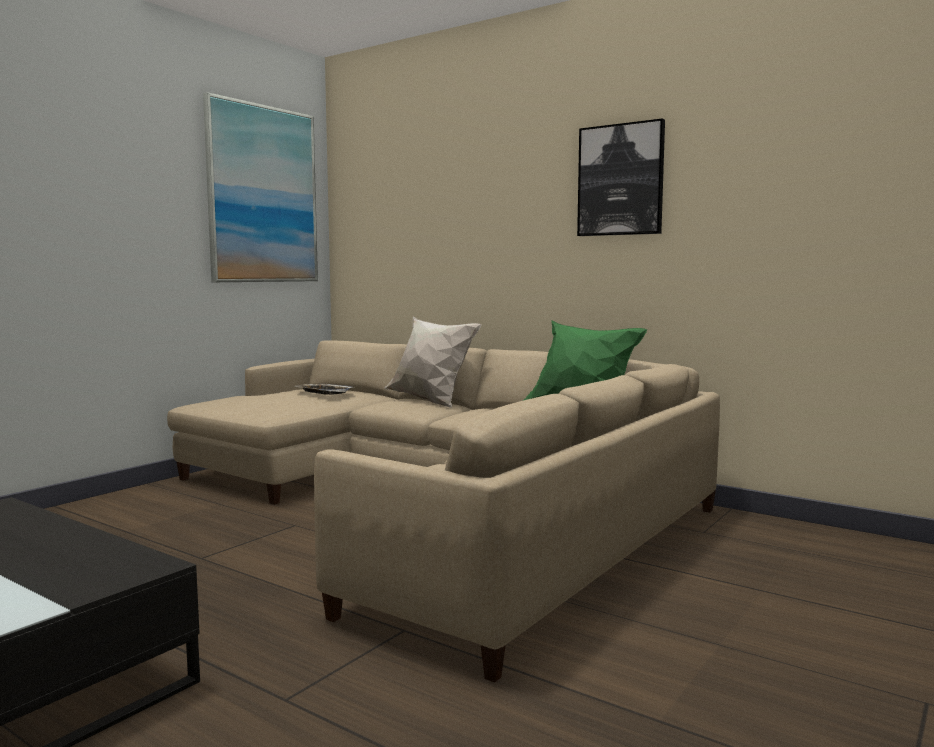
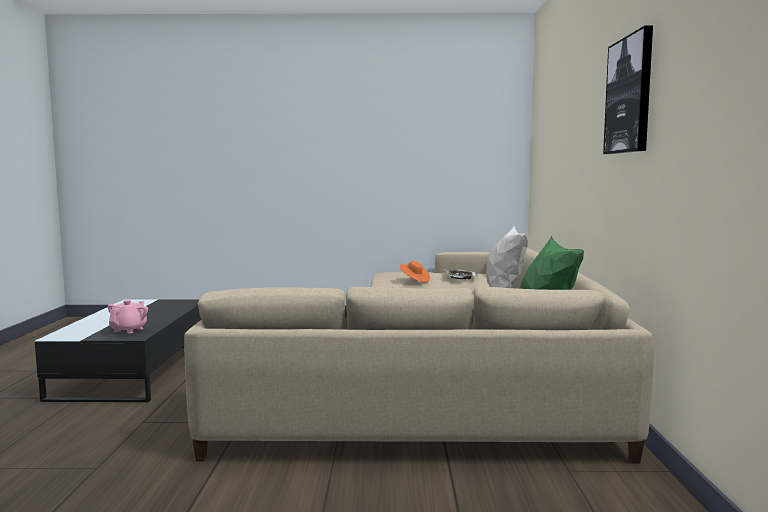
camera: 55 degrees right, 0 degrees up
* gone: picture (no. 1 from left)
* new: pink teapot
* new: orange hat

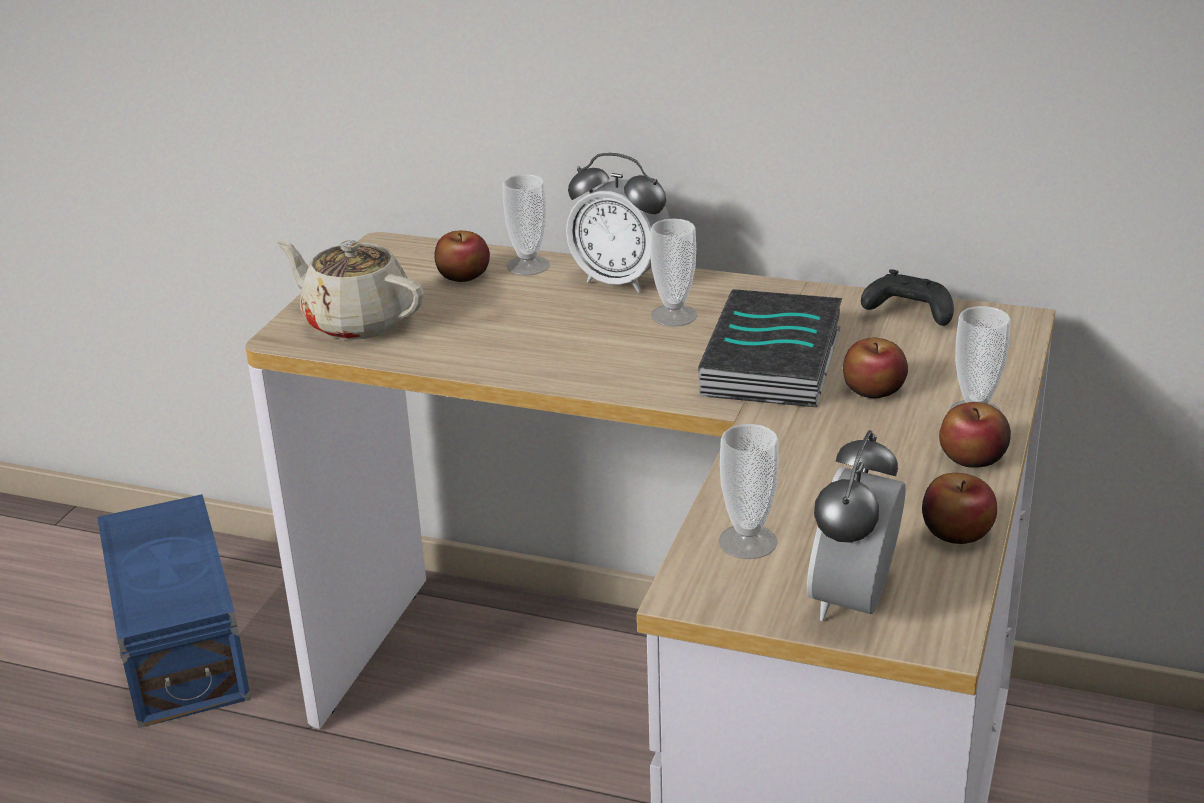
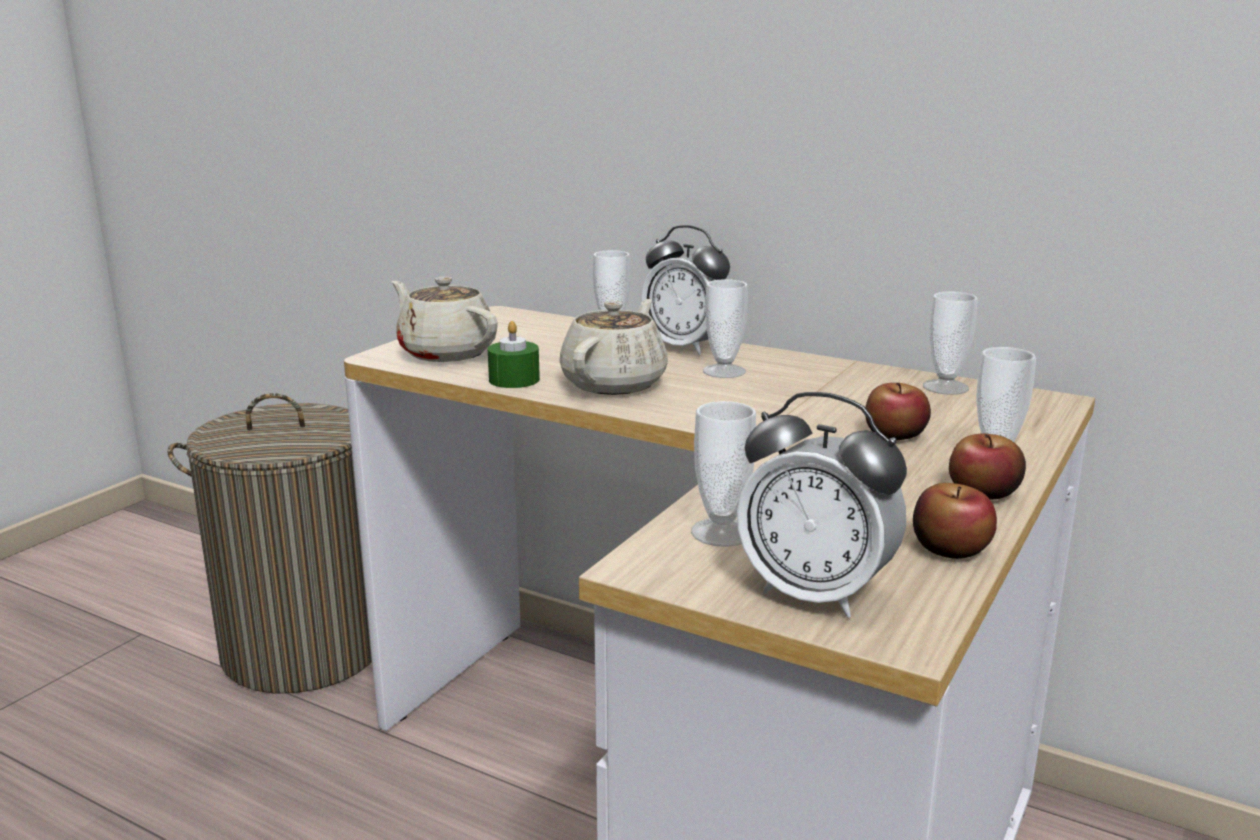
camera: 10 degrees right, 10 degrees down
* swapped: blue storage box to laundry basket
* gone: apple (no. 1 from left)
* gone: book
* rotated: alarm clock (no. 2 from left) 90 degrees counterclockwise
* swapped: black game controller to cup (no. 4 from left)
* new: green candle
* new: beige teapot (no. 2 from left)

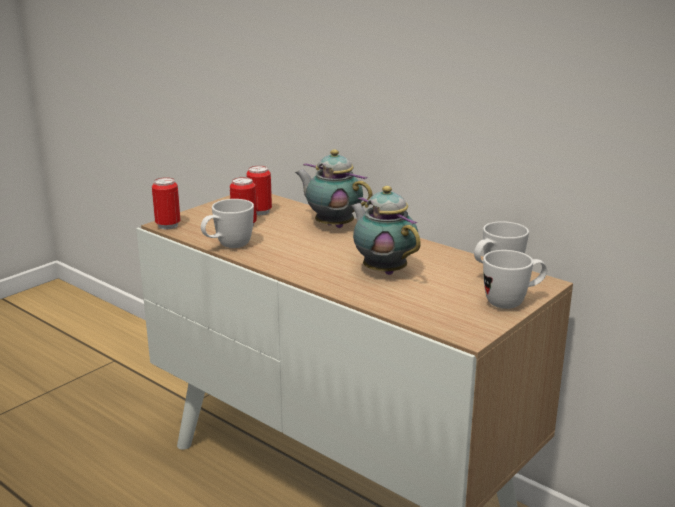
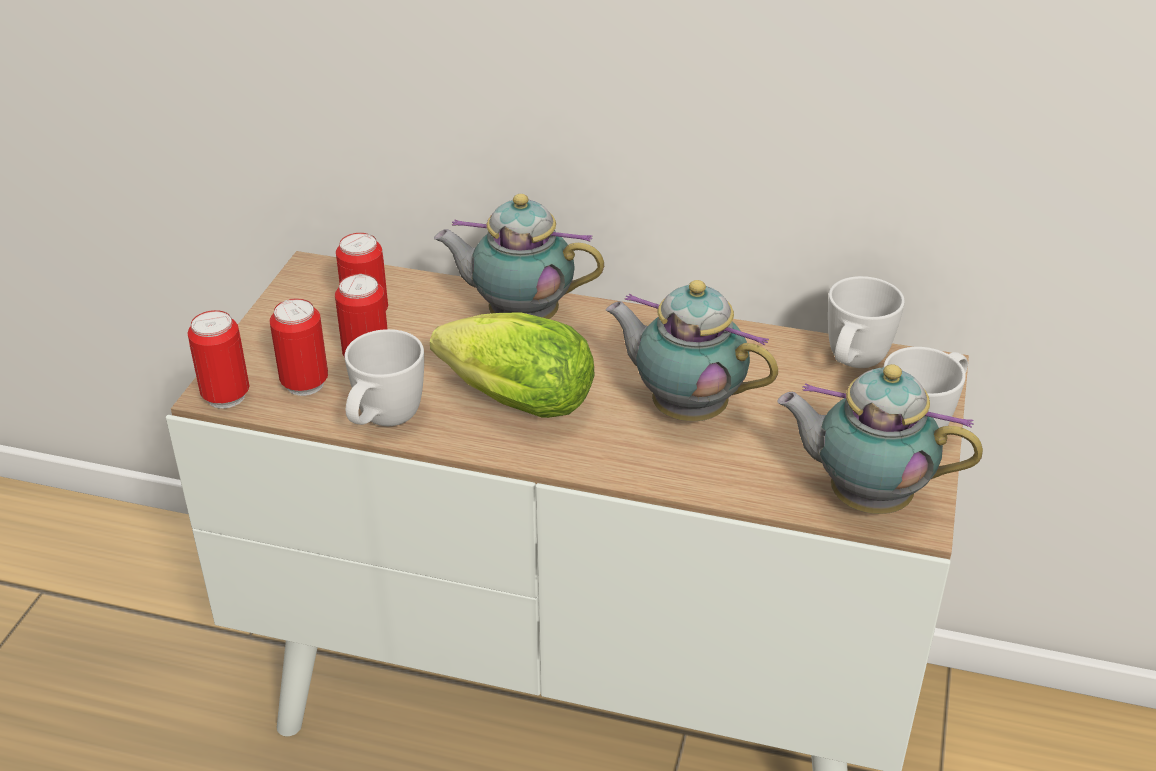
camera: 25 degrees left, 15 degrees up
* new: can (no. 2 from left)
* new: lettuce
* new: teapot (no. 3 from left)

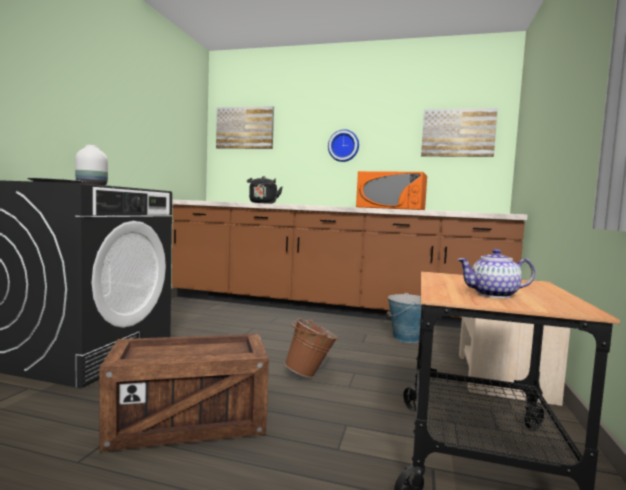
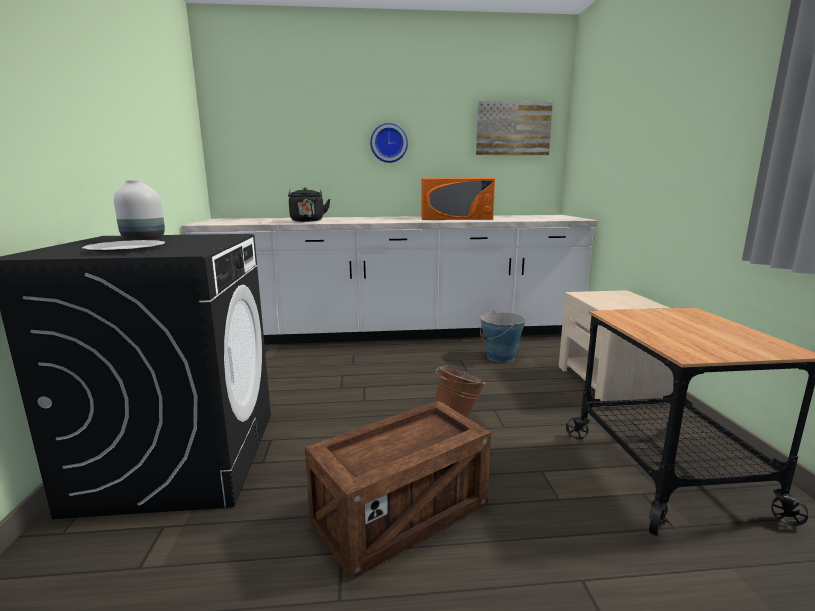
camera: 20 degrees left, 10 degrees up
* repainted: brown counter to white counter
* gone: picture (no. 1 from left)
* gone: teapot

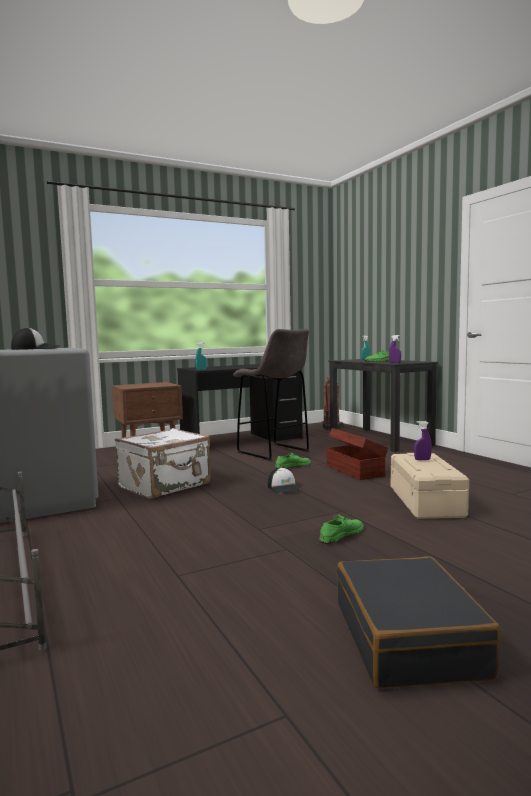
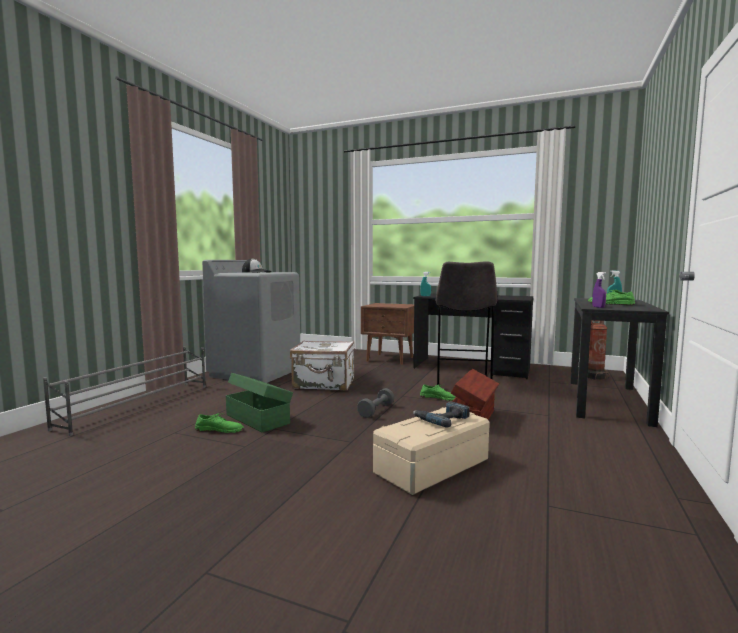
camera: 50 degrees right, 0 degrees up
* swapped: cap (no. 2 from left) to grey dumbbell
* shifted: green shoe (no. 2 from left in the first image) to green shoe (no. 1 from left)
* gone: black suitcase
* swapped: purple spray bottle (no. 2 from left) to power drill
* new: green storage box

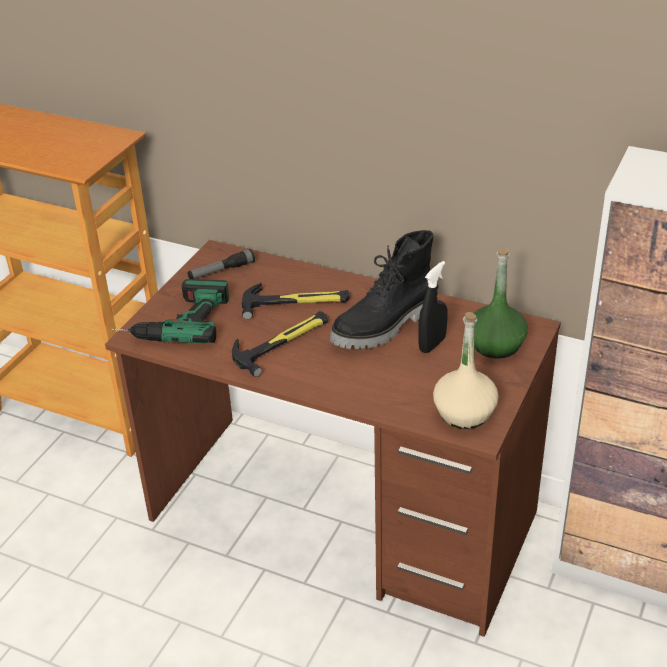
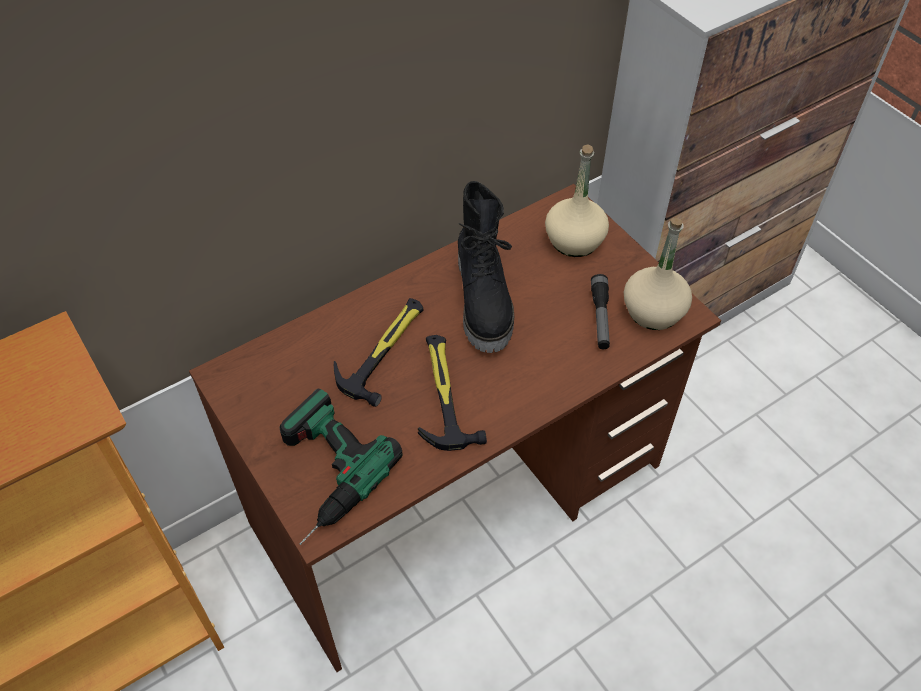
camera: 60 degrees left, 15 degrees up
* shifted: flashlight
* gone: black spray bottle
* repainted: green bottle to beige bottle (no. 1 from left)

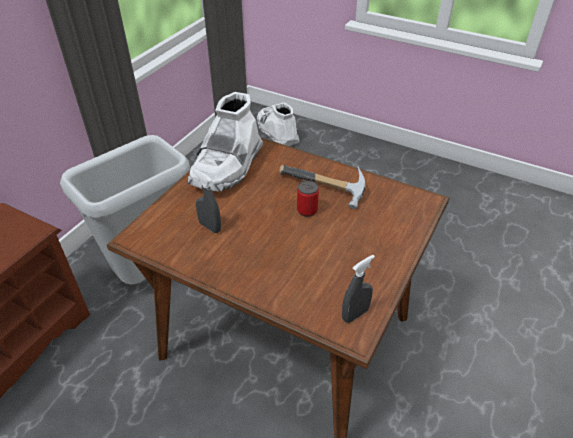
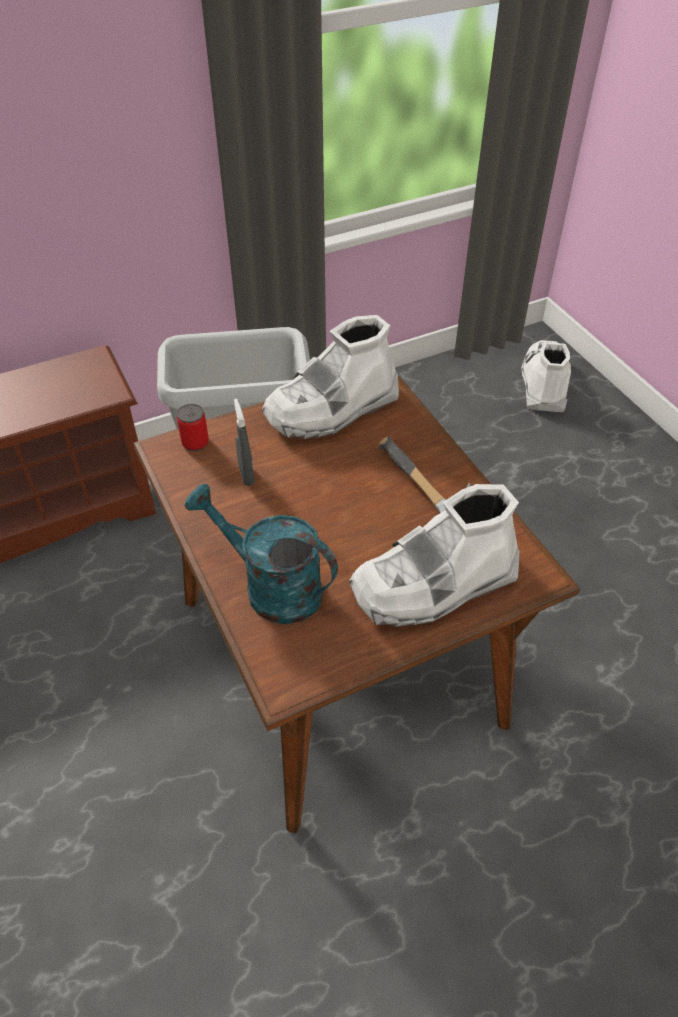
camera: 35 degrees right, 5 degrees up
* shifted: can
* gone: grey spray bottle (no. 2 from left)
* new: turquoise watering can
* new: white boot (no. 2 from left)

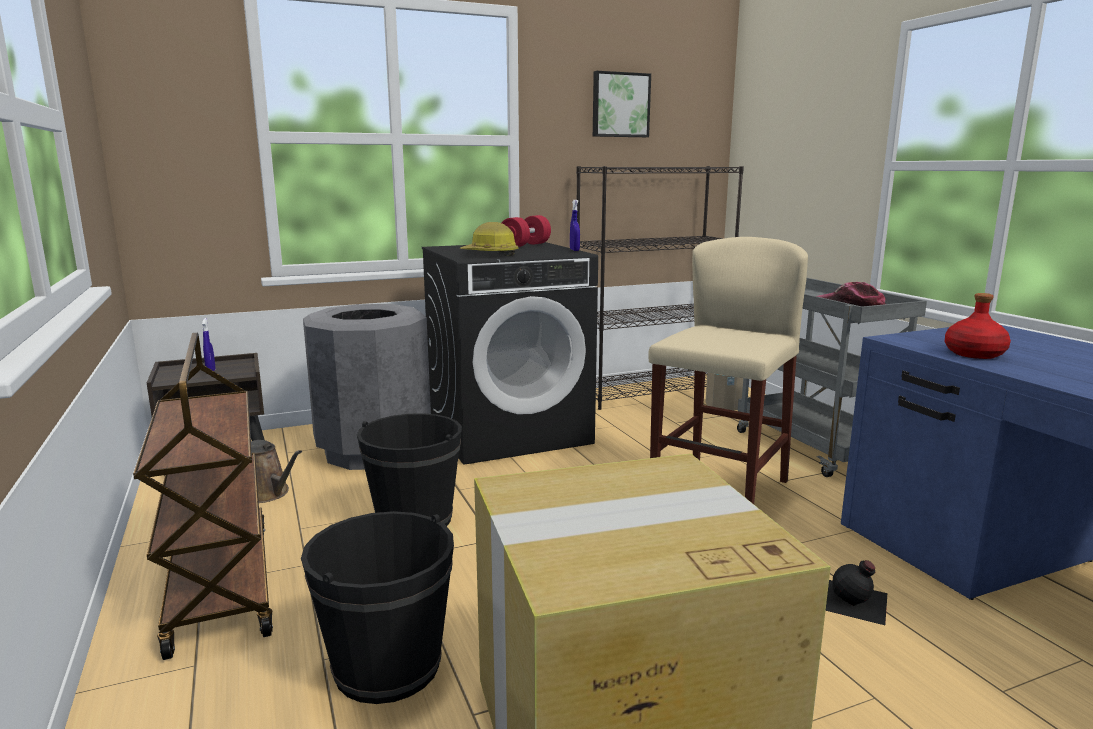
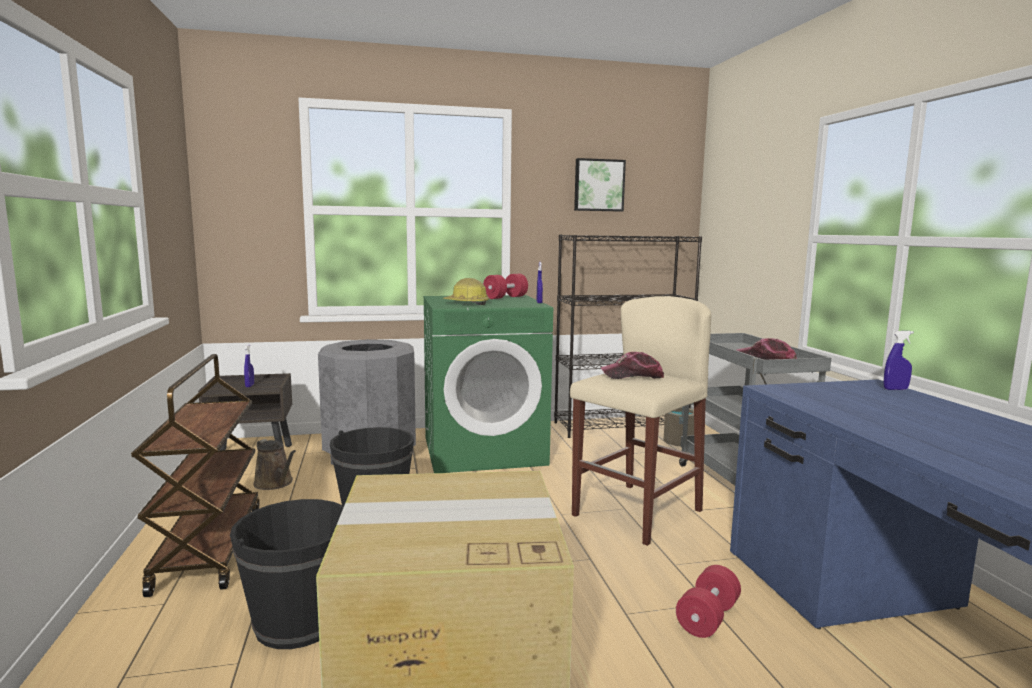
camera: 10 degrees right, 5 degrees down
* repainted: black washing machine to green washing machine
* swapped: black bottle to red dumbbell (no. 2 from left)
* gone: red bottle
* new: cap (no. 1 from left)
* new: blue spray bottle (no. 3 from left)

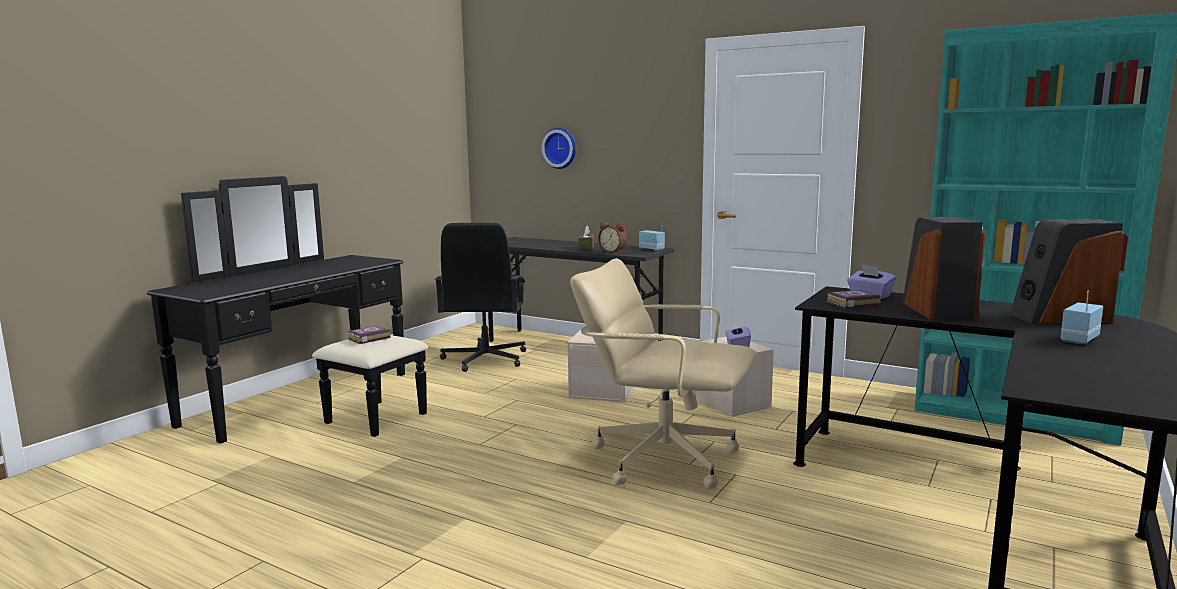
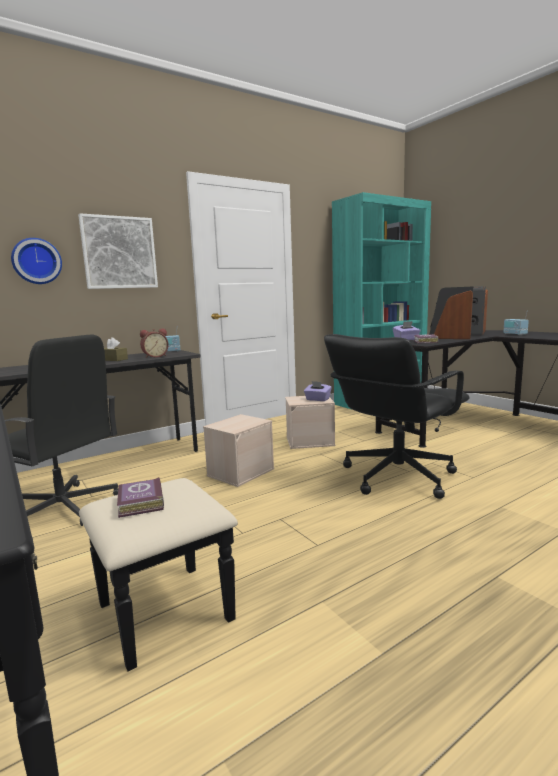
camera: 65 degrees left, 0 degrees up
* repainted: beige office chair to black office chair (no. 2 from left)
* new: picture

